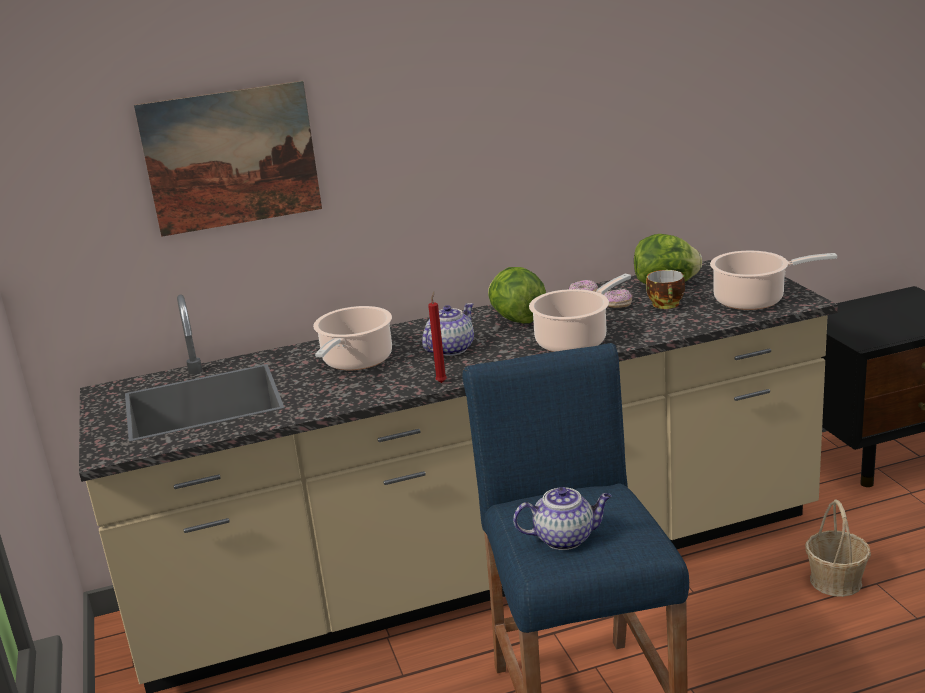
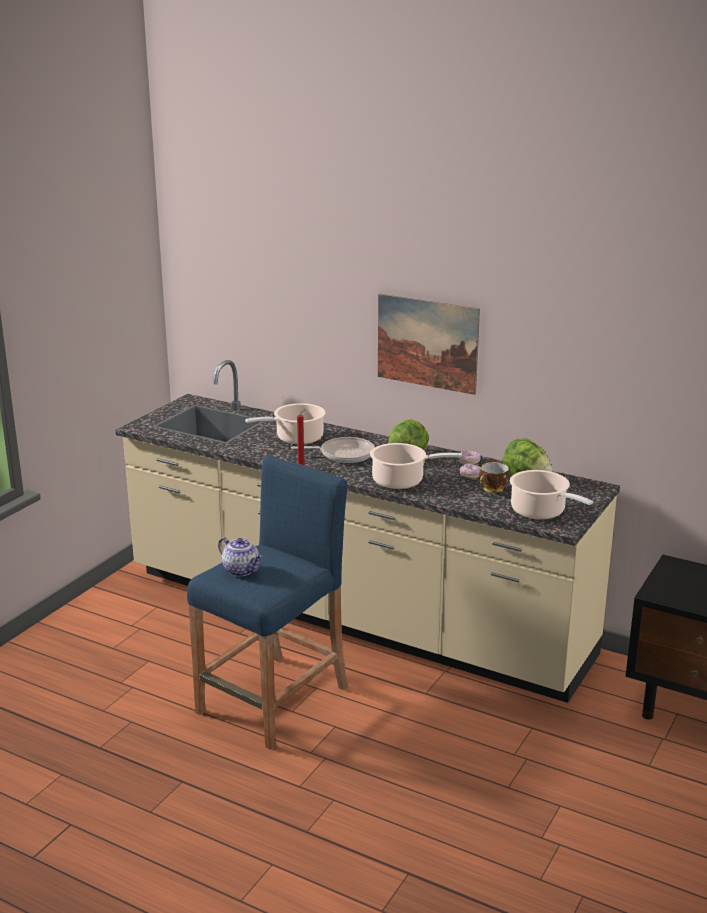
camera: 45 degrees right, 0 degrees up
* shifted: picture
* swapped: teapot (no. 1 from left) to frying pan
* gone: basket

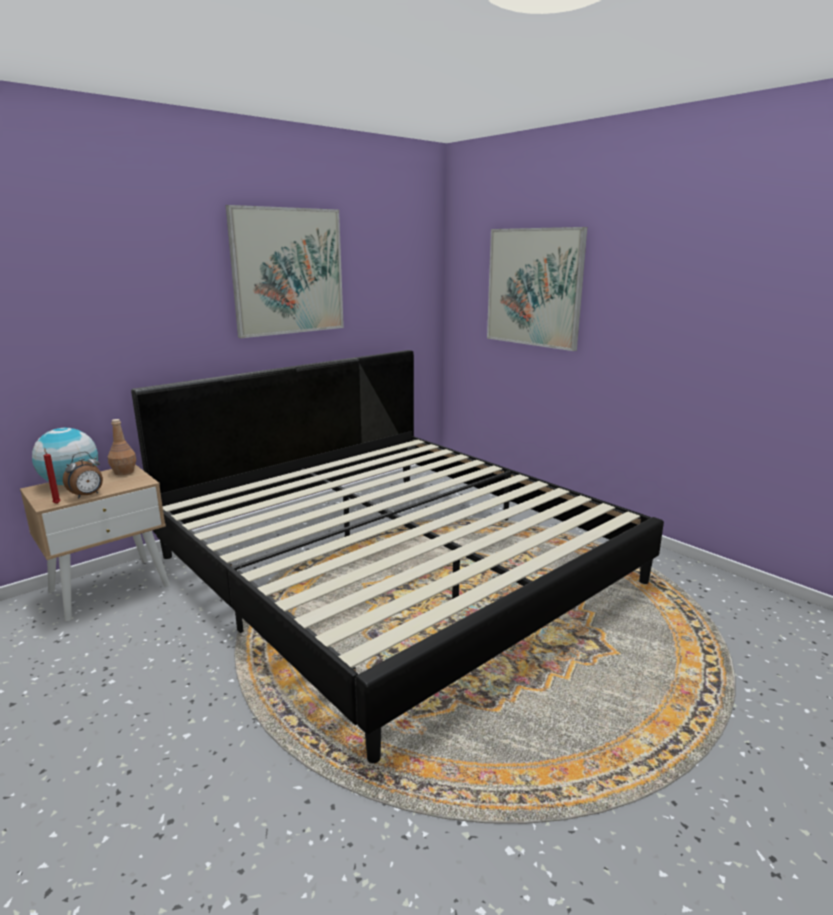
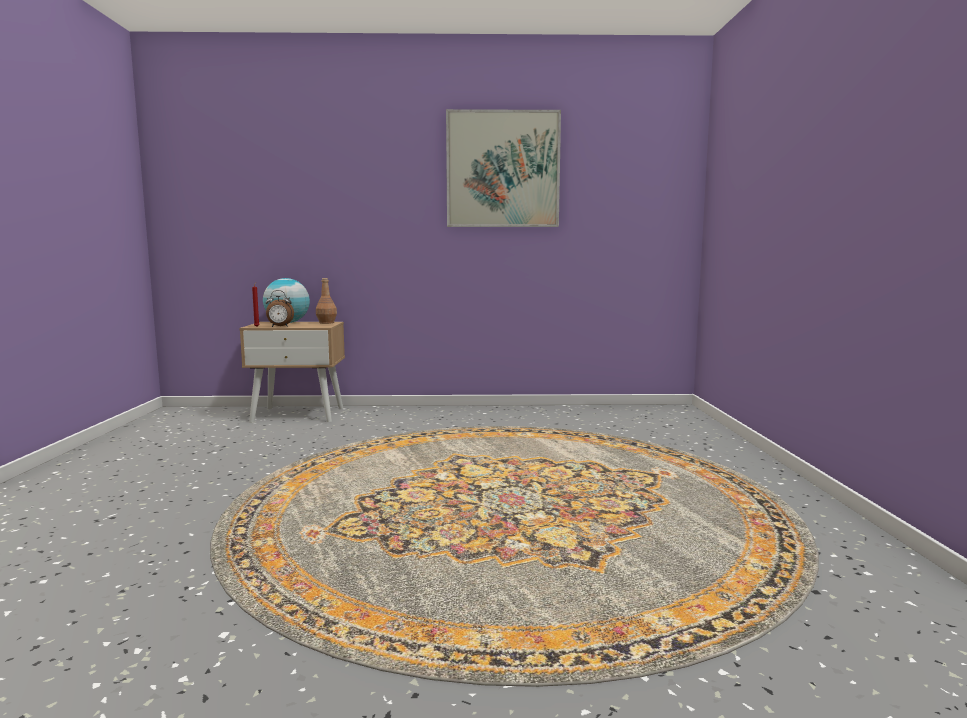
camera: 40 degrees right, 10 degrees down
* gone: bed
* gone: picture (no. 2 from left)

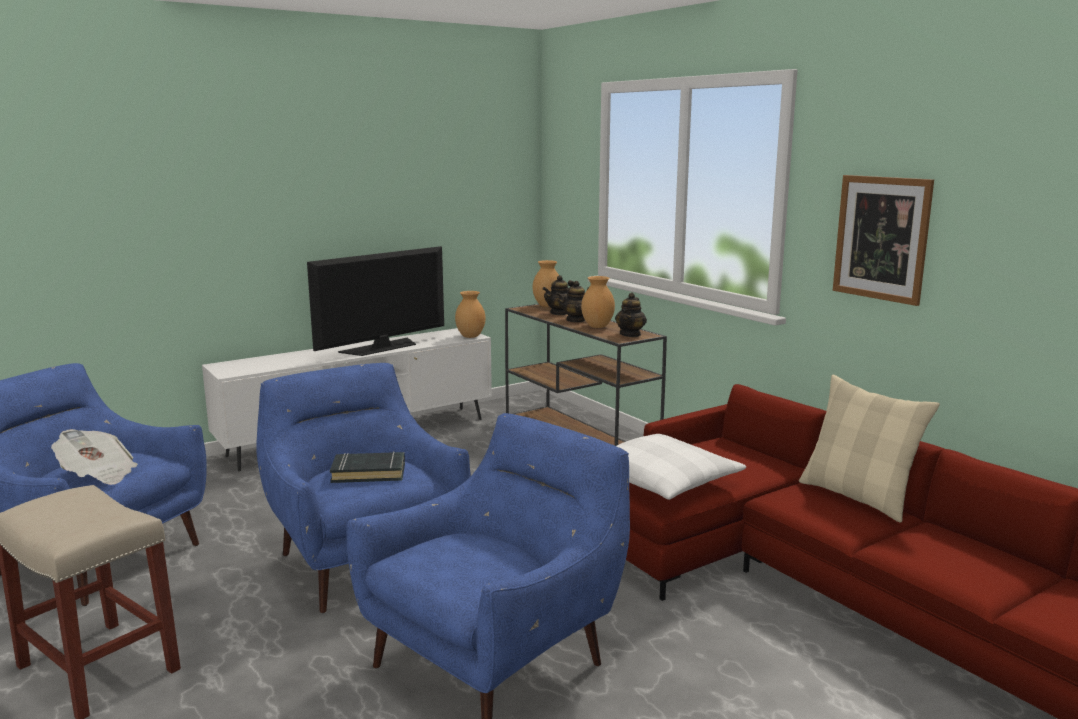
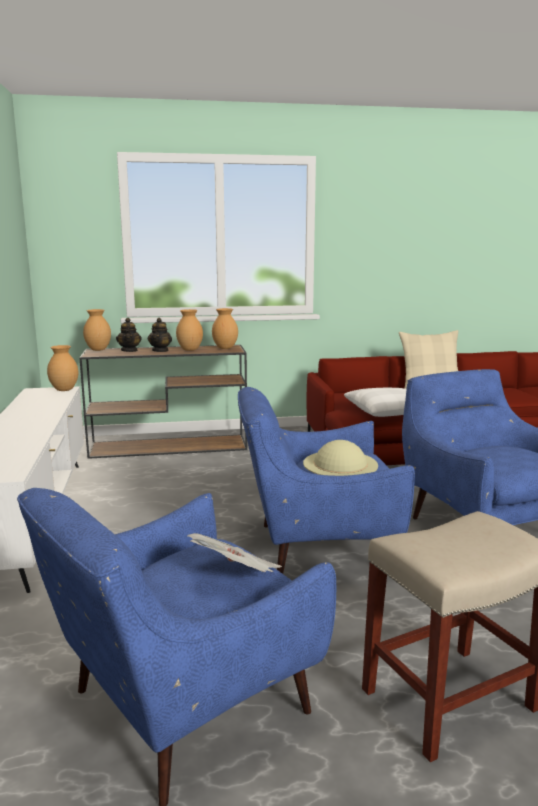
camera: 65 degrees left, 0 degrees up
* gone: television
* swapped: black book to beige hat
* swapped: teapot (no. 3 from left) to brown vase (no. 4 from left)
* gone: picture

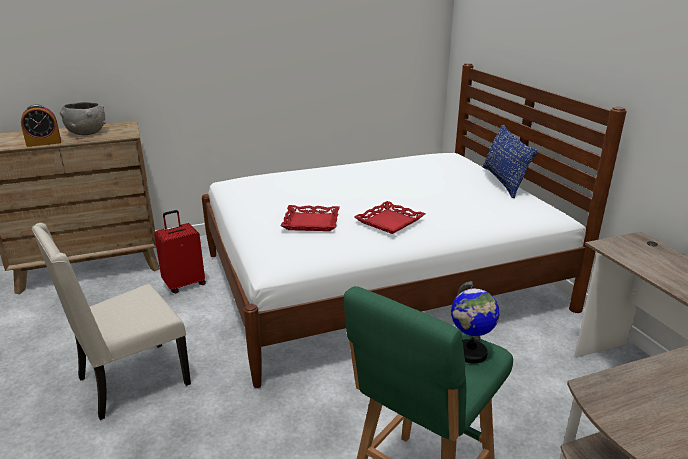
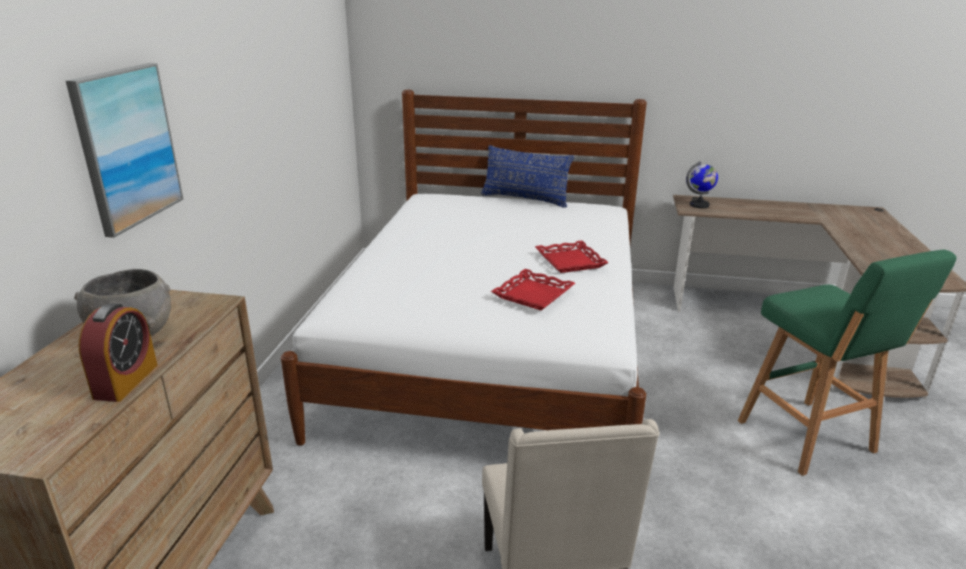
camera: 60 degrees left, 0 degrees up
* gone: red suitcase
* shifted: globe
* new: picture

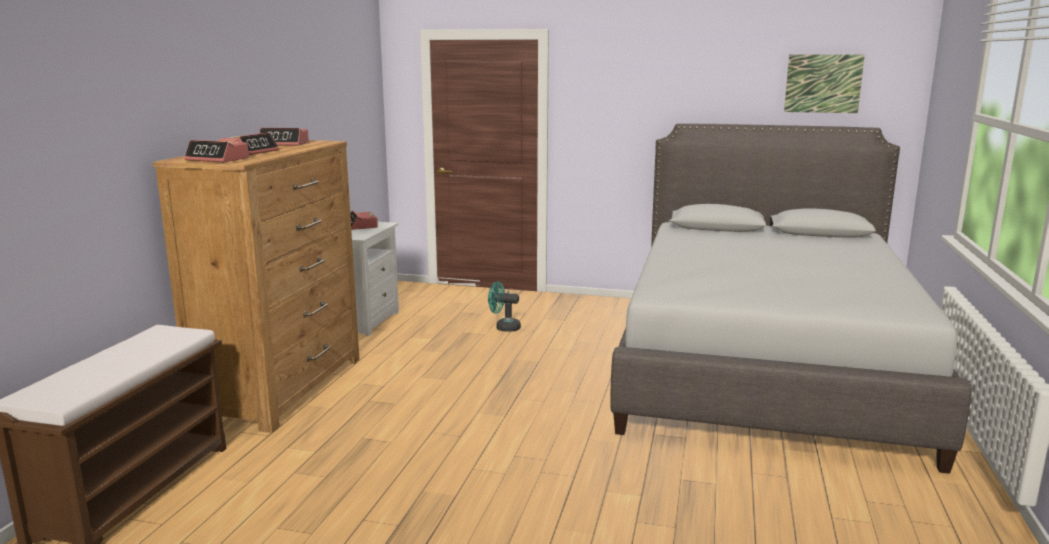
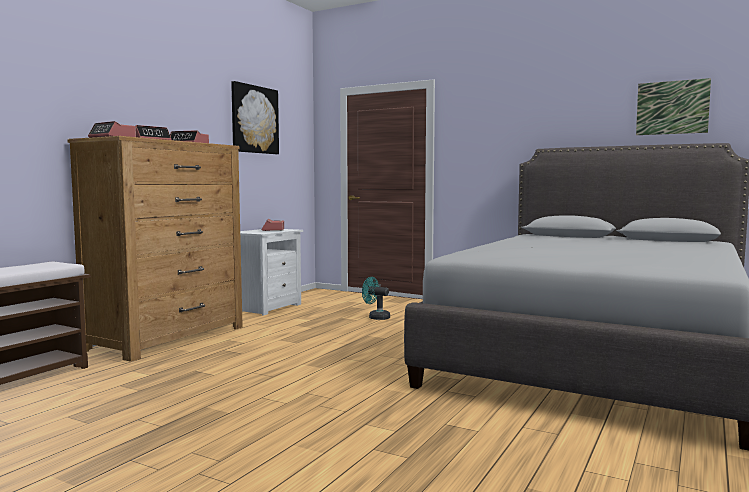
camera: 15 degrees right, 10 degrees down
* new: picture (no. 1 from left)

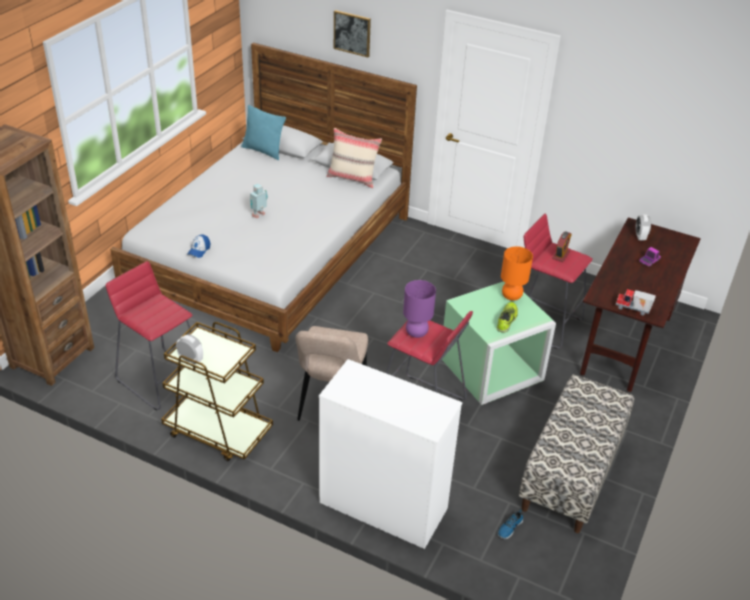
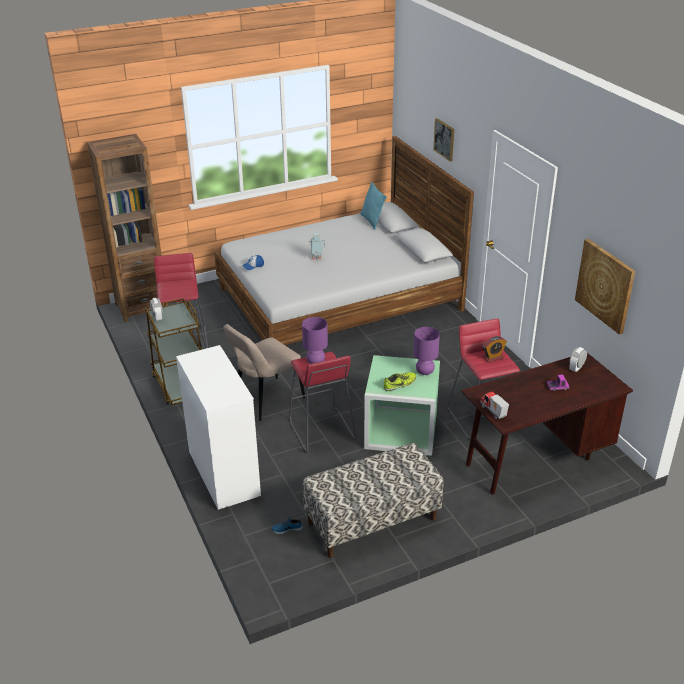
camera: 40 degrees right, 5 degrees down
* gone: beige pillow
* repainted: orange table lamp to purple table lamp (no. 2 from left)
* new: picture (no. 2 from left)

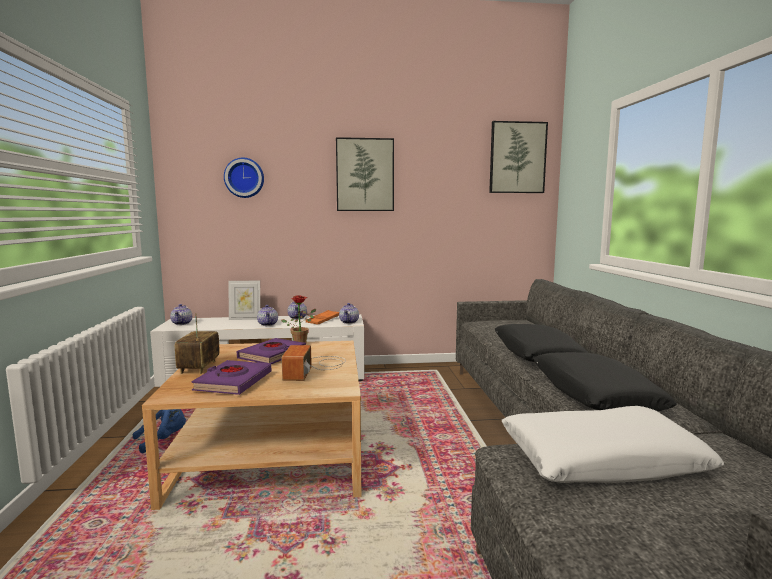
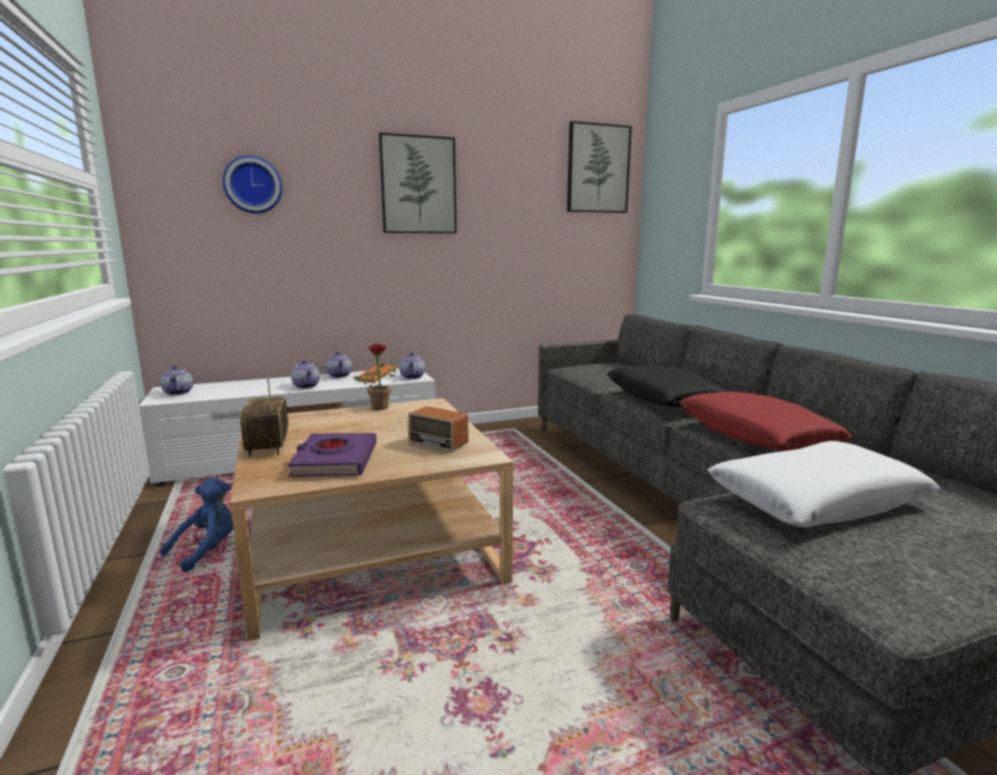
camera: 15 degrees left, 5 degrees up
* gone: picture frame
* gone: purple book (no. 2 from left)
* rotated: radio (no. 2 from left) 45 degrees counterclockwise
* repainted: black pillow (no. 2 from left) to red pillow

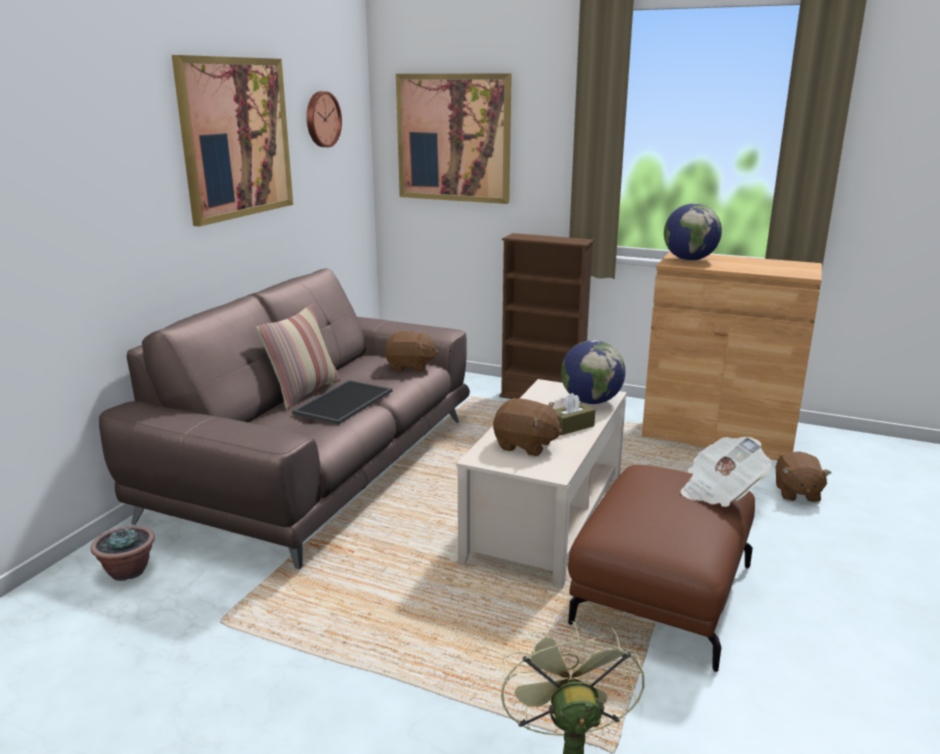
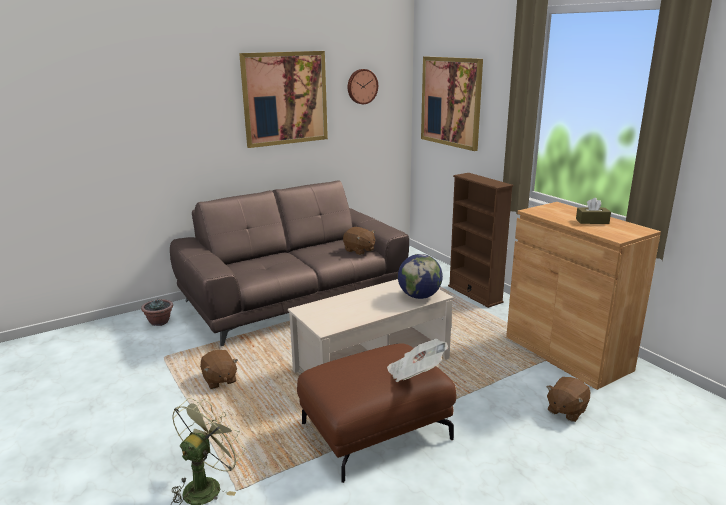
camera: 35 degrees right, 0 degrees up
* gone: pillow
* gone: tray
* shifted: brown plush toy (no. 2 from left in the first image) to brown plush toy (no. 1 from left)
* shifted: brown tissue box
* gone: globe (no. 2 from left)

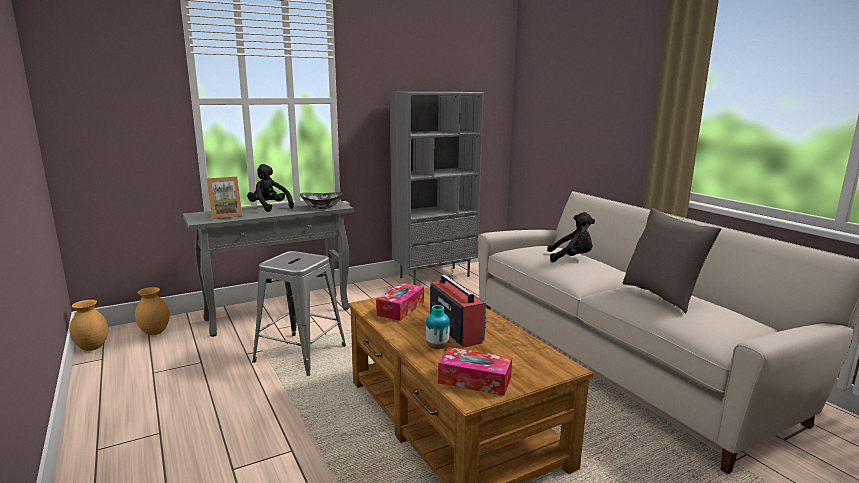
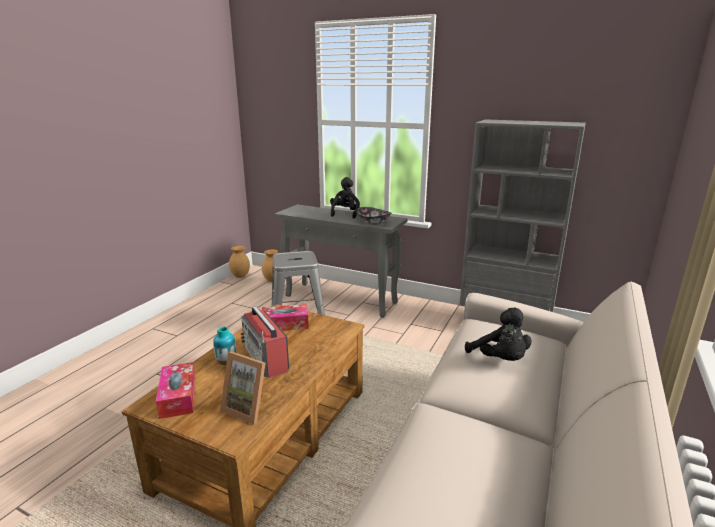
camera: 55 degrees right, 5 degrees up
* shifted: picture frame
* rotated: radio 120 degrees clockwise
* gone: grey pillow

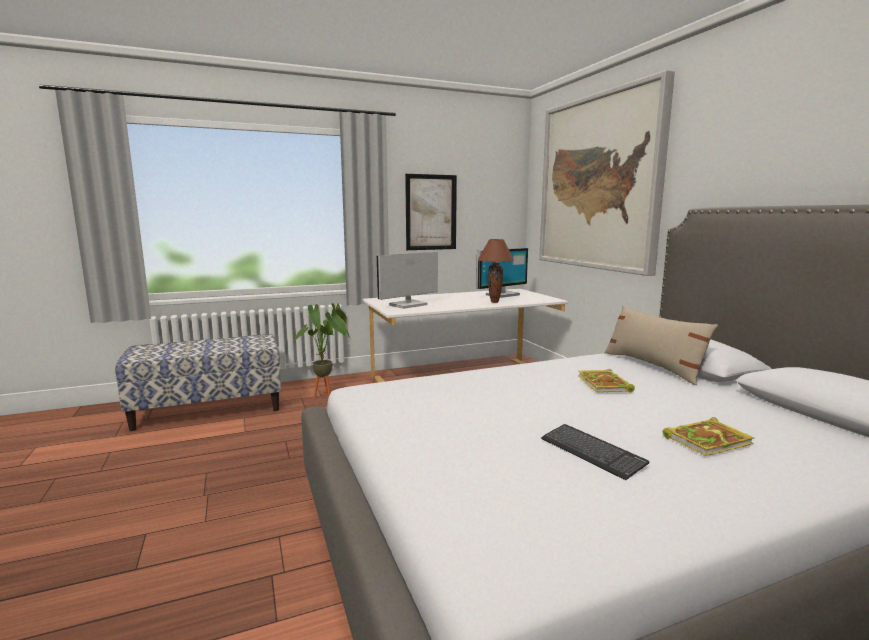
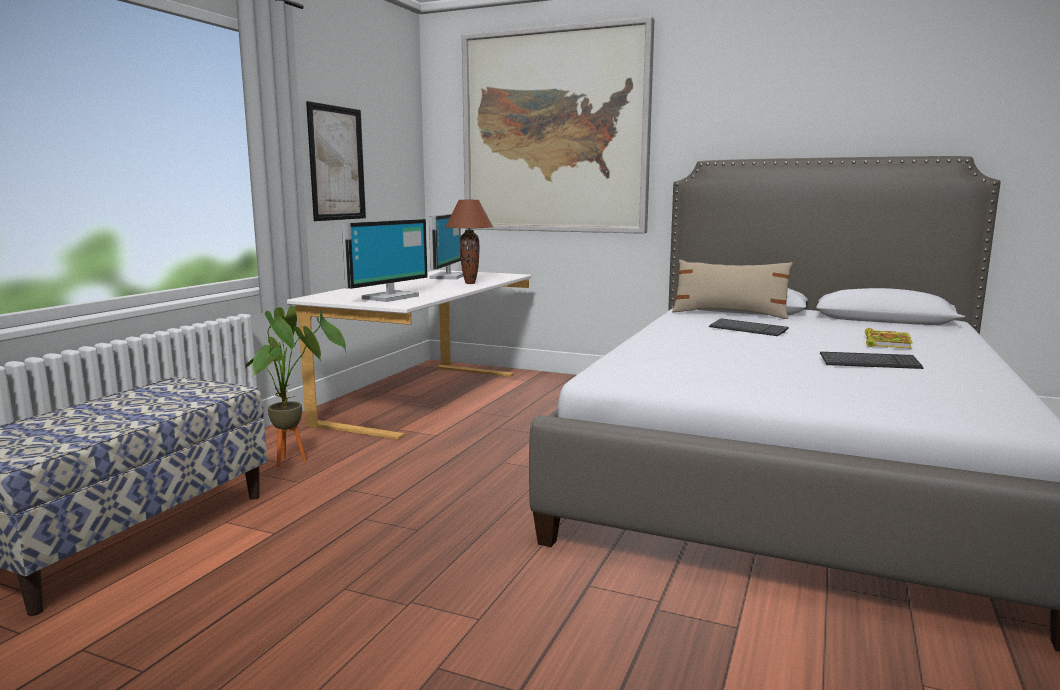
camera: 45 degrees left, 0 degrees up
* rotated: monitor (no. 1 from left) 150 degrees counterclockwise
* swapped: book (no. 1 from left) to keyboard (no. 1 from left)

